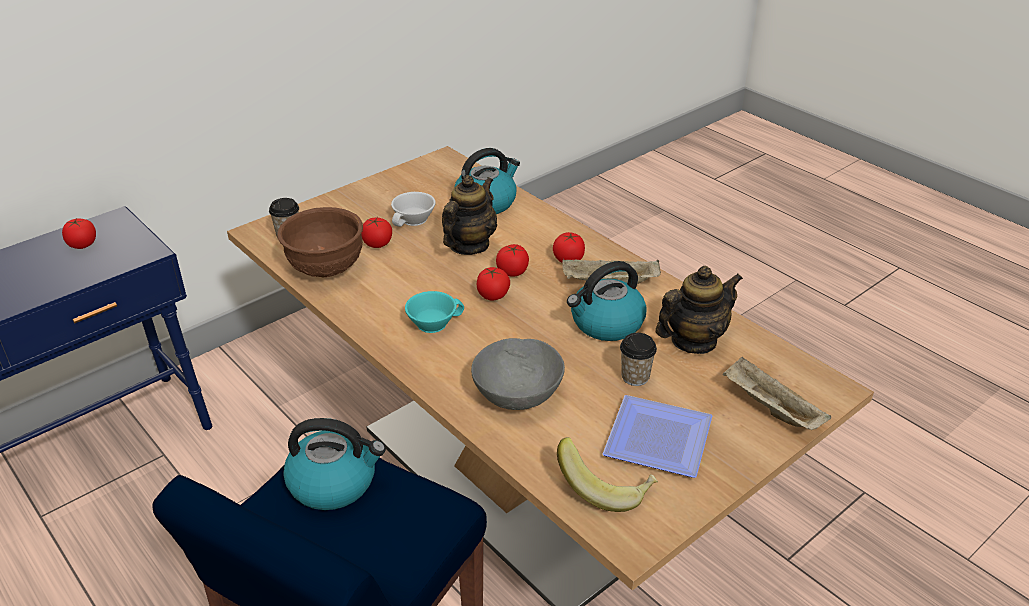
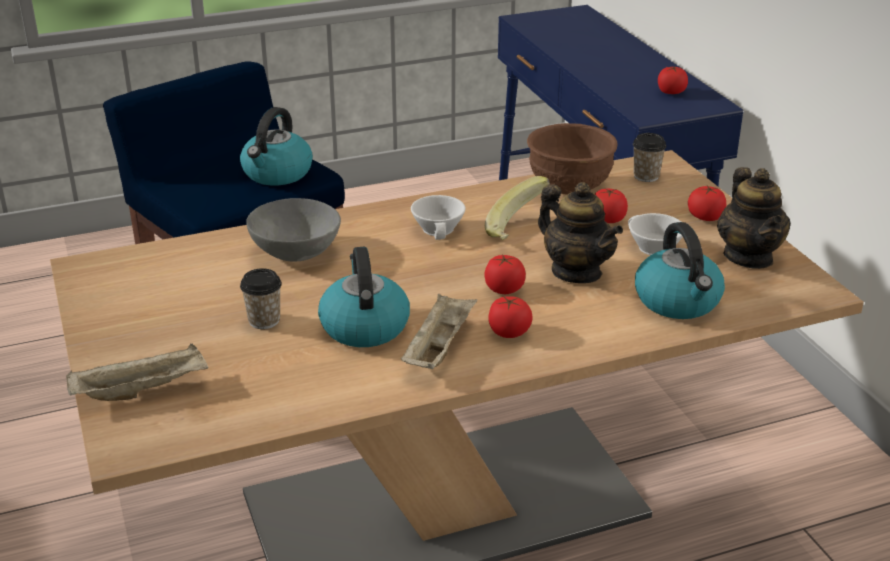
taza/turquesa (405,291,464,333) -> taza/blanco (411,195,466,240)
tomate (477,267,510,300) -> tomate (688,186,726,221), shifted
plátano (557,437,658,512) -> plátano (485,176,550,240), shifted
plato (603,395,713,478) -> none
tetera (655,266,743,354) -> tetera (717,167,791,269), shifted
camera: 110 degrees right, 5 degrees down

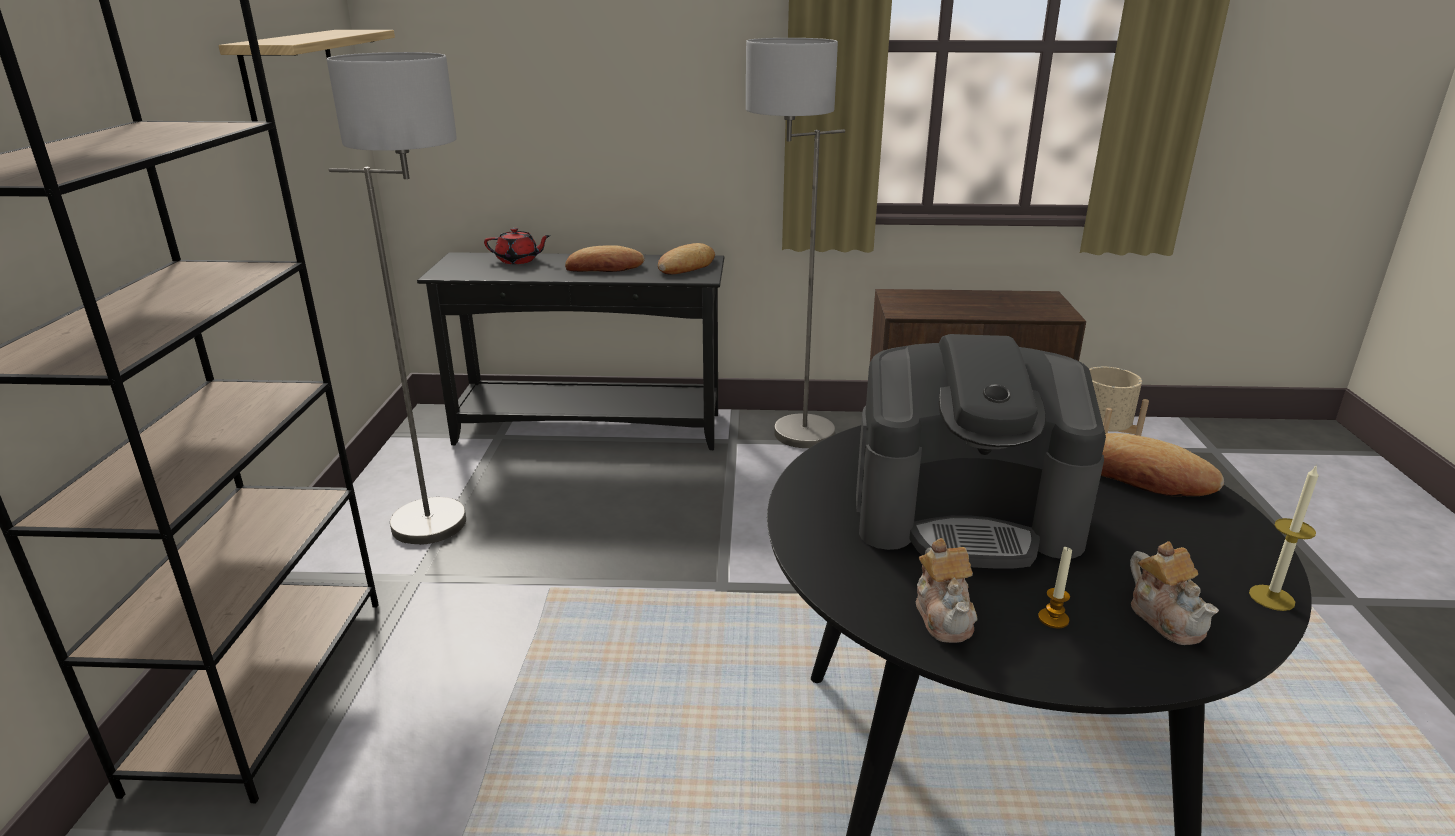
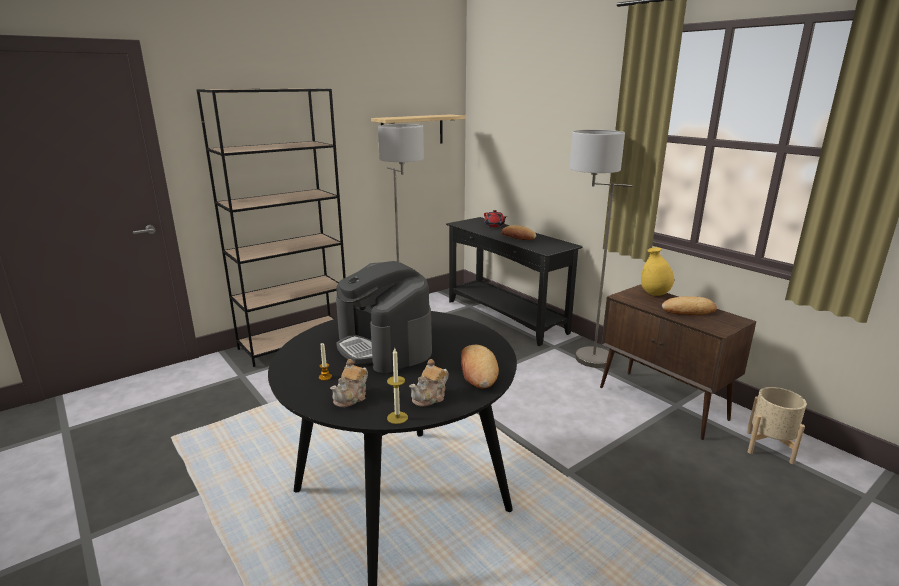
pan (658,243,715,274) -> pan (662,296,717,315), shifted
tetera (916,538,977,643) -> tetera (409,359,449,407), shifted
none -> florero/amarillo (641,247,674,296)
camera: 50 degrees right, 5 degrees down

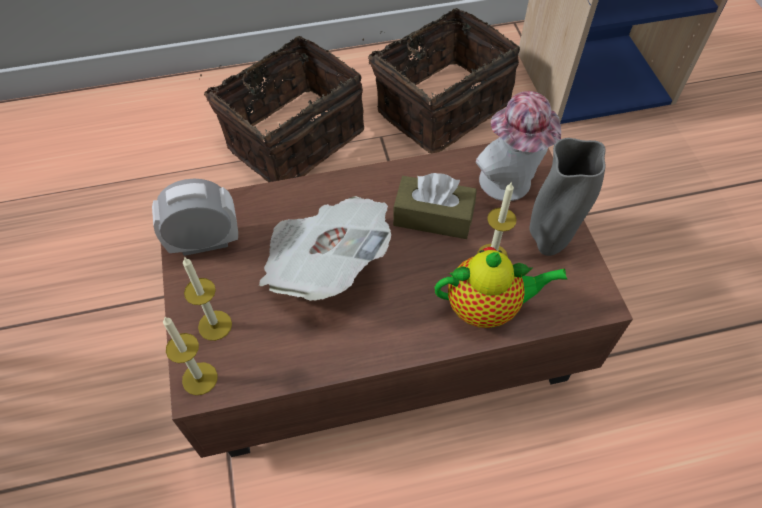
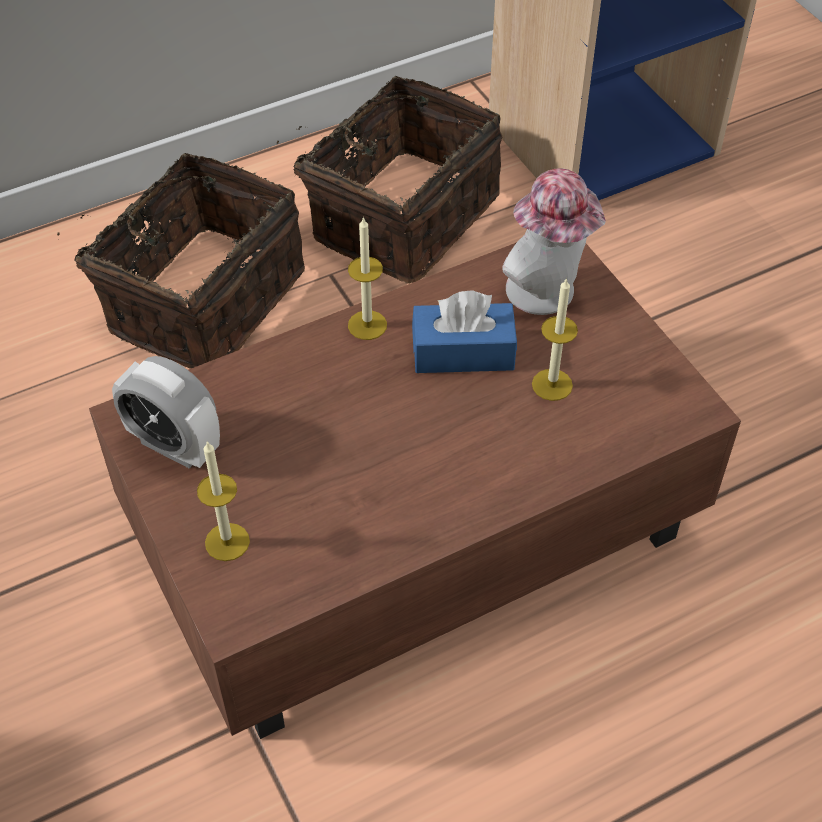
despertador (152,179,238,256) -> despertador (112,356,220,468), 120 degrees counterclockwise
vela (163,316,218,395) -> vela (348,217,387,340), shifted
periódico (259,196,391,301) -> none
caja de pañuelos/marrón (393,173,477,239) -> caja de pañuelos/azul (412,291,517,373)
tetera (434,247,568,328) -> none
florero/gris (530,138,606,256) -> none
camera: 15 degrees left, 5 degrees down

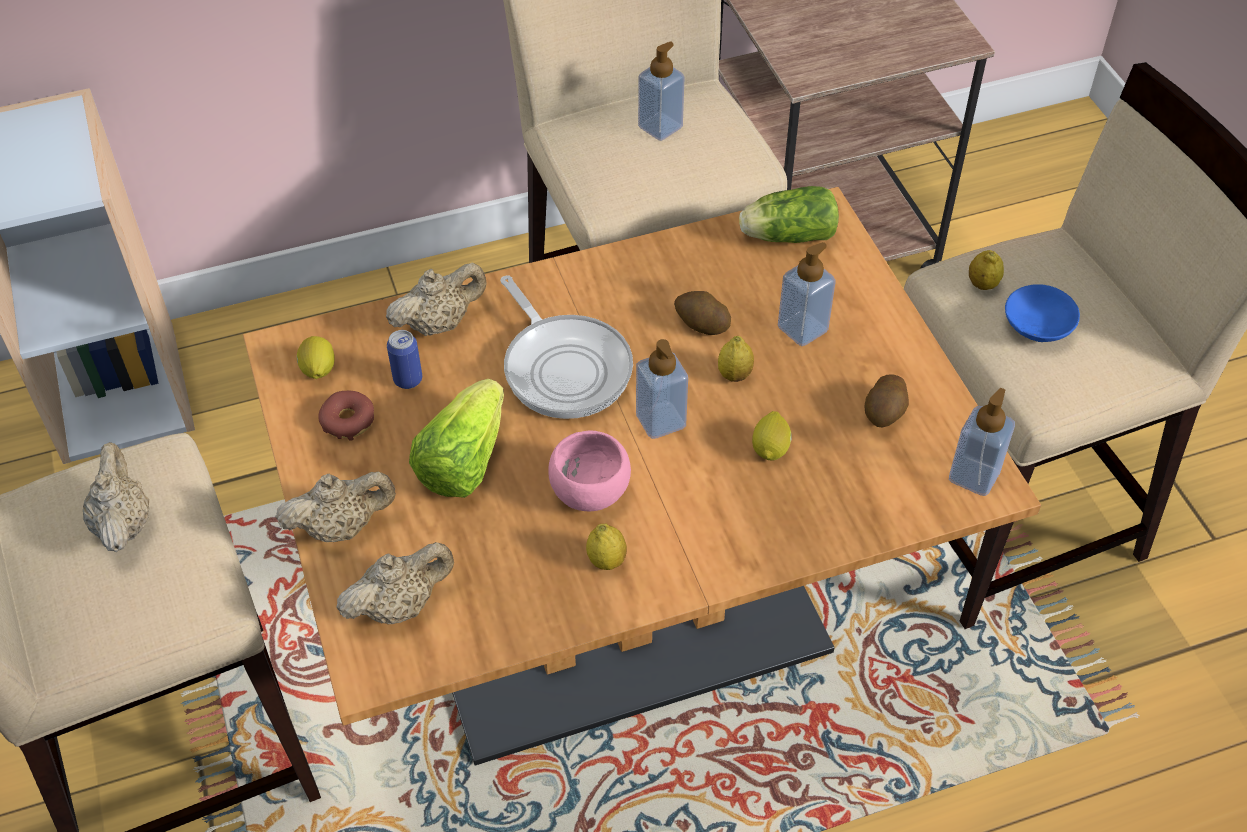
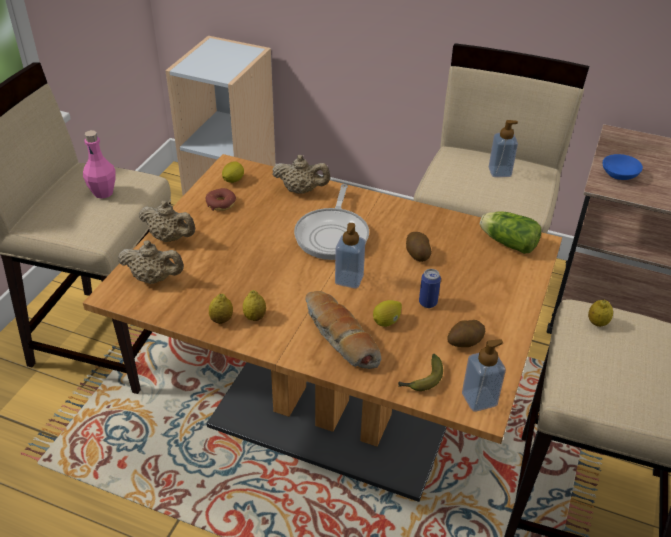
tetera/beis (83,442,149,552) -> botella/rosa (83,130,115,199)
lata (387,330,422,389) -> lata (419,269,441,308), shifted
lechuga (409,379,504,498) -> none
cuenco/rosa (548,430,631,511) -> none
limón (718,336,754,382) -> limón (209,293,233,324), shifted
dispensador de jabón (778,242,836,346) -> none
cuenco/azul (1005,284,1080,342) -> cuenco/azul (603,154,643,180), shifted
none -> pan (305,291,381,369)
none -> plátano (398,354,443,391)
camera: 40 degrees right, 10 degrees down

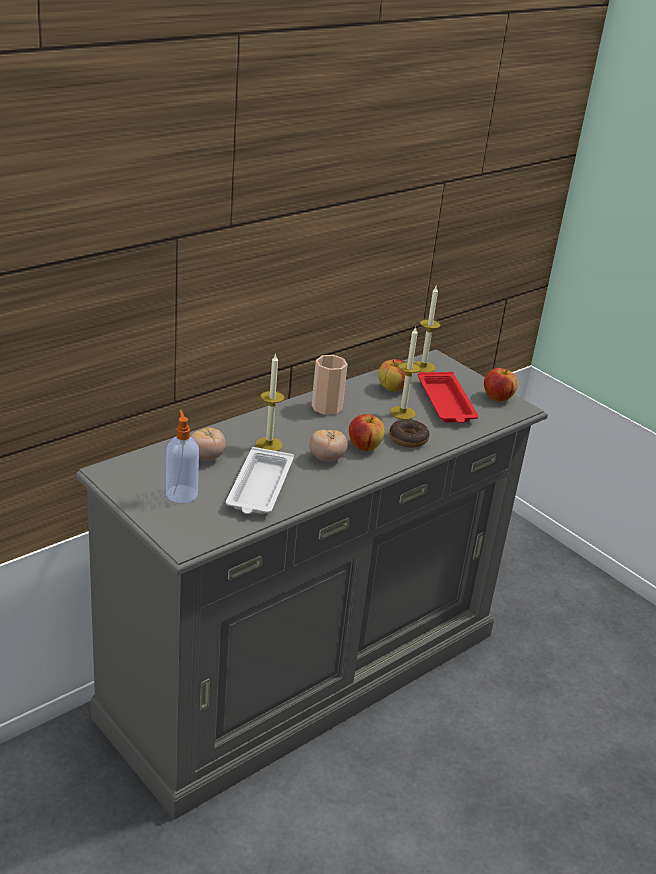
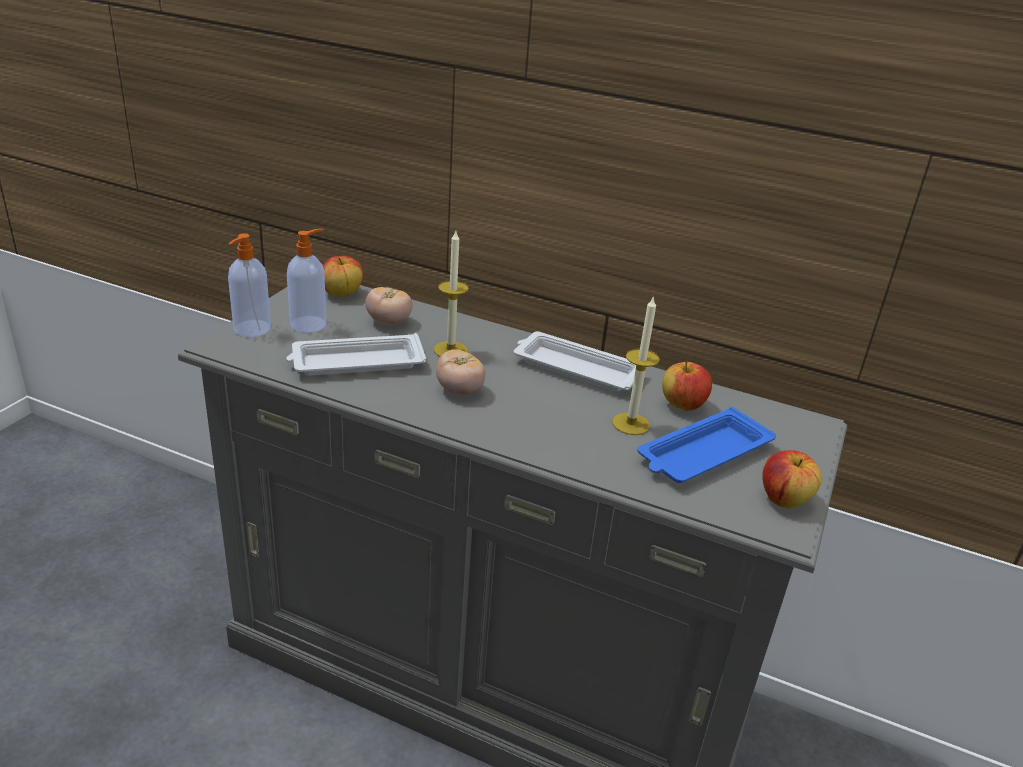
taza (312,355,348,415) -> bandeja/blanco (514,332,636,392)
manzana (349,414,385,451) -> manzana (323,256,363,297), shifted
rosquilla (389,419,430,448) -> none
vela (414,286,441,372) -> none
bandeja/rojo (418,372,478,423) -> bandeja/azul (637,407,776,483)
none -> dispensador de jabón (228,233,271,337)
camera: 65 degrees right, 0 degrees up

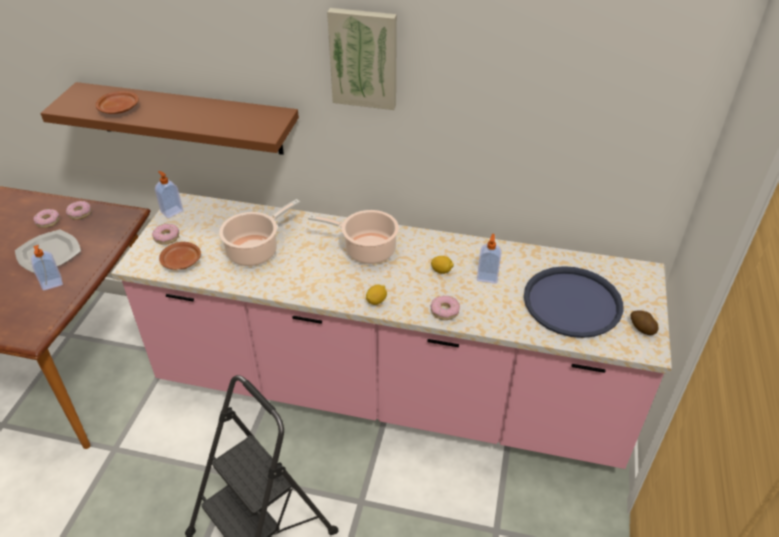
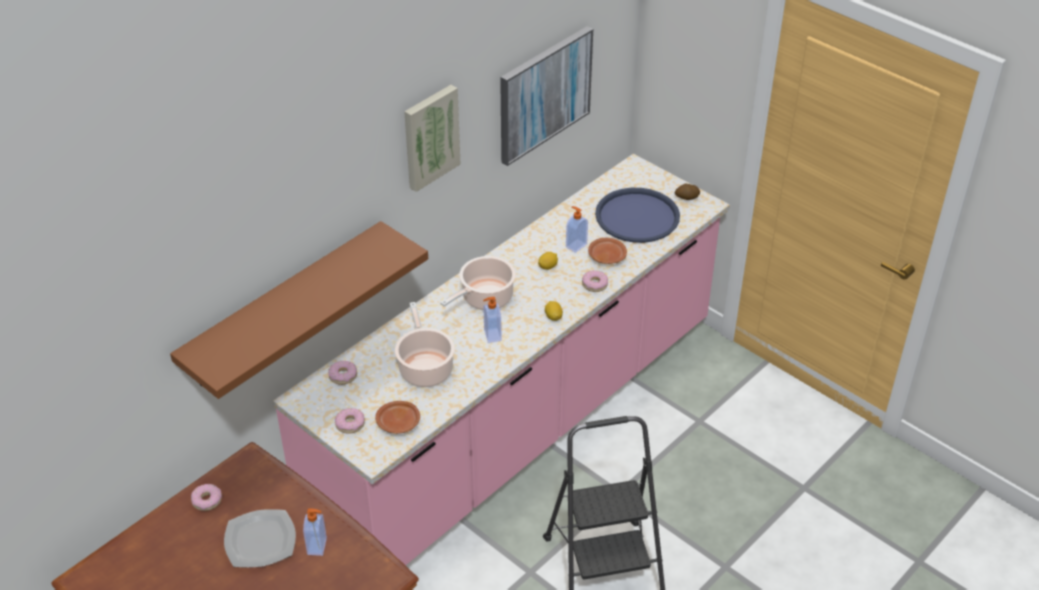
rosquilla (33,209,60,228) -> rosquilla (328,361,357,385), shifted
plato/marrón (95,91,139,114) -> plato/marrón (588,238,627,264), shifted
dispensador de jabón (155,171,183,218) -> dispensador de jabón (483,297,502,343), shifted
none -> cuadro (500,26,593,166)
camera: 60 degrees left, 0 degrees up

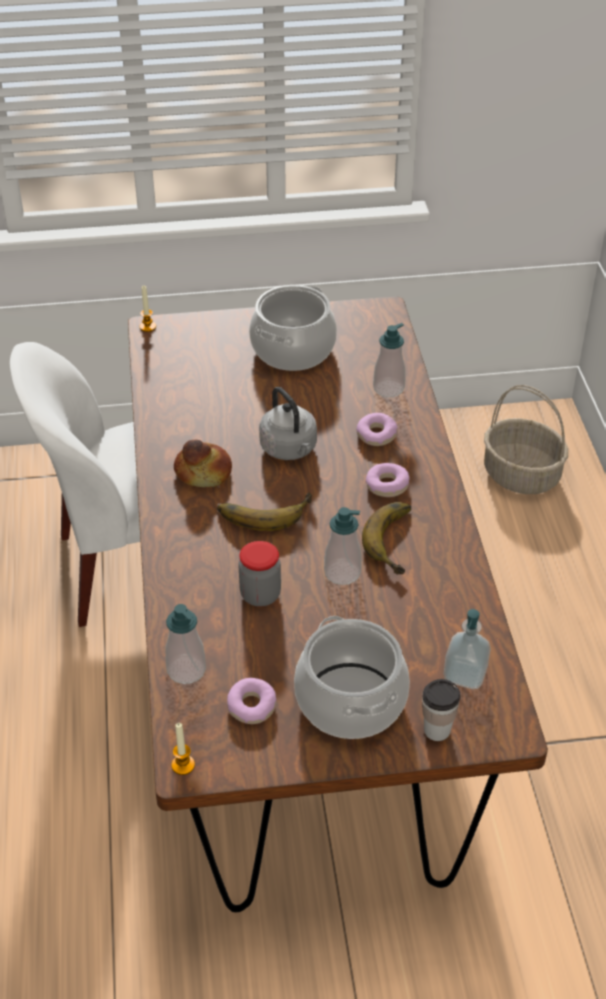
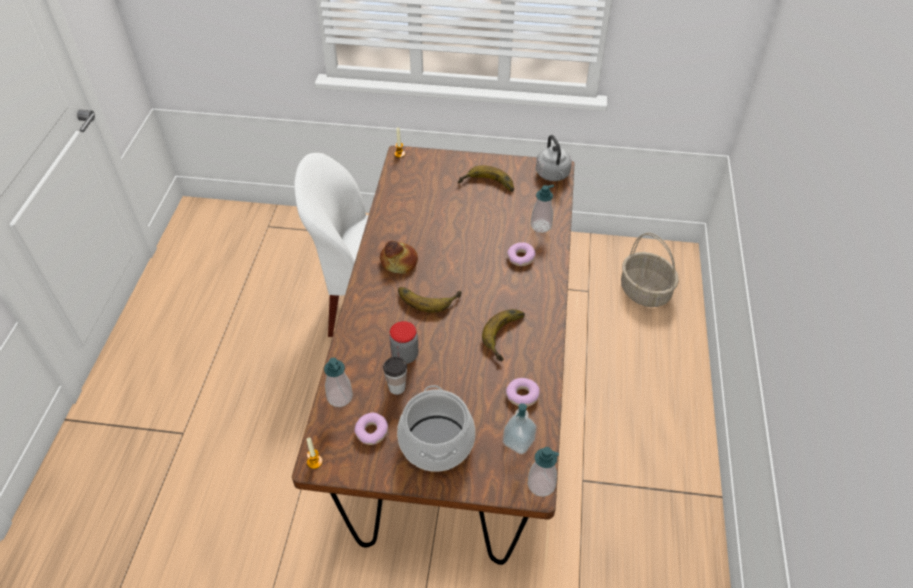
olla (249,285,337,371) -> plátano (458,165,514,192)
hervidor/gris (259,387,317,460) -> hervidor/gris (536,135,572,181), shifted
dispensador de jabón (324,507,362,585) -> dispensador de jabón (527,447,559,497), shifted
rosquilla (365,463,410,497) -> rosquilla (506,378,540,407), shifted
taza (422,679,461,741) -> taza (383,357,407,395), shifted
camera: 15 degrees right, 5 degrees up

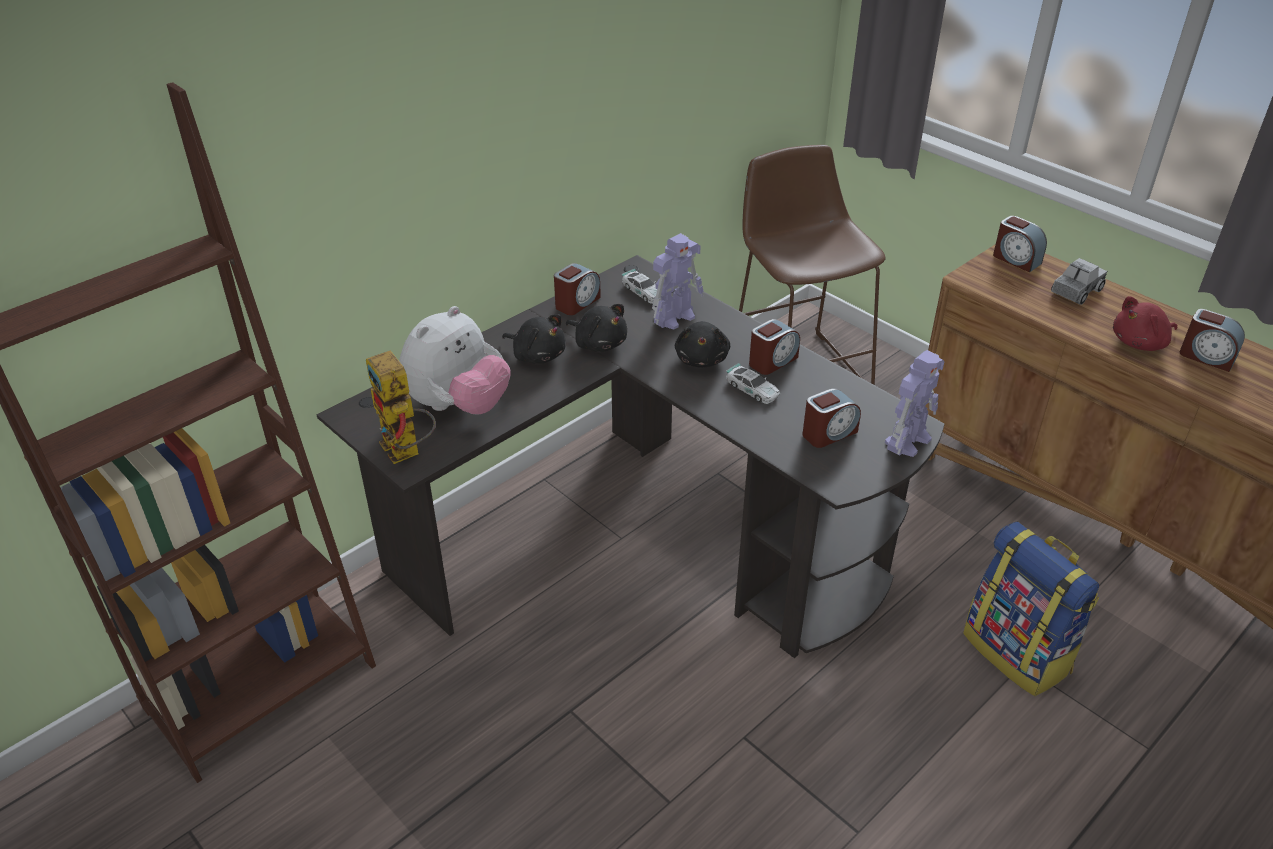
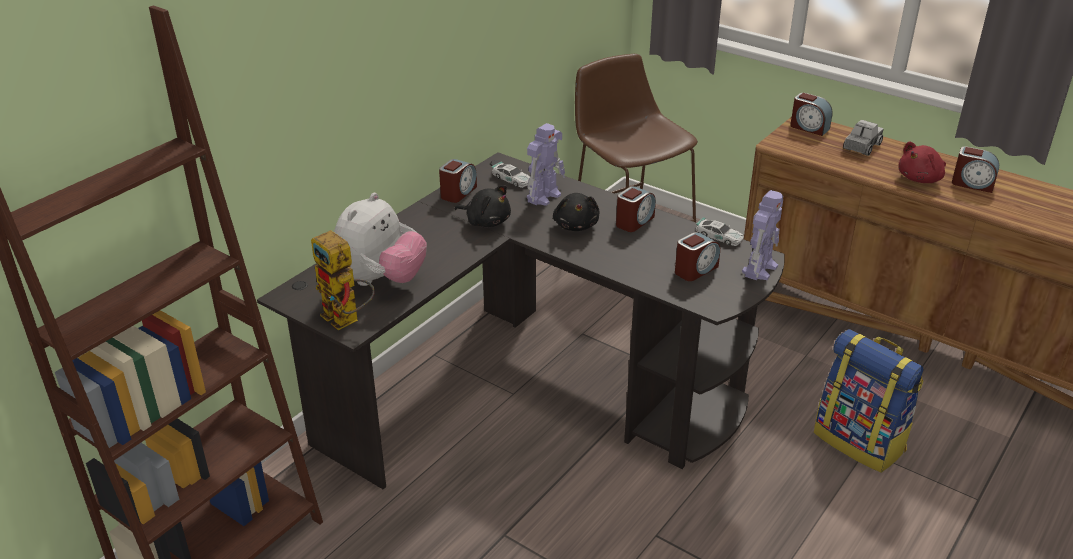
peluche/negro (502,314,566,364) -> none
coche de juguete (726,363,780,404) -> coche de juguete (696,217,744,246), shifted
camera: 10 degrees left, 5 degrees down

